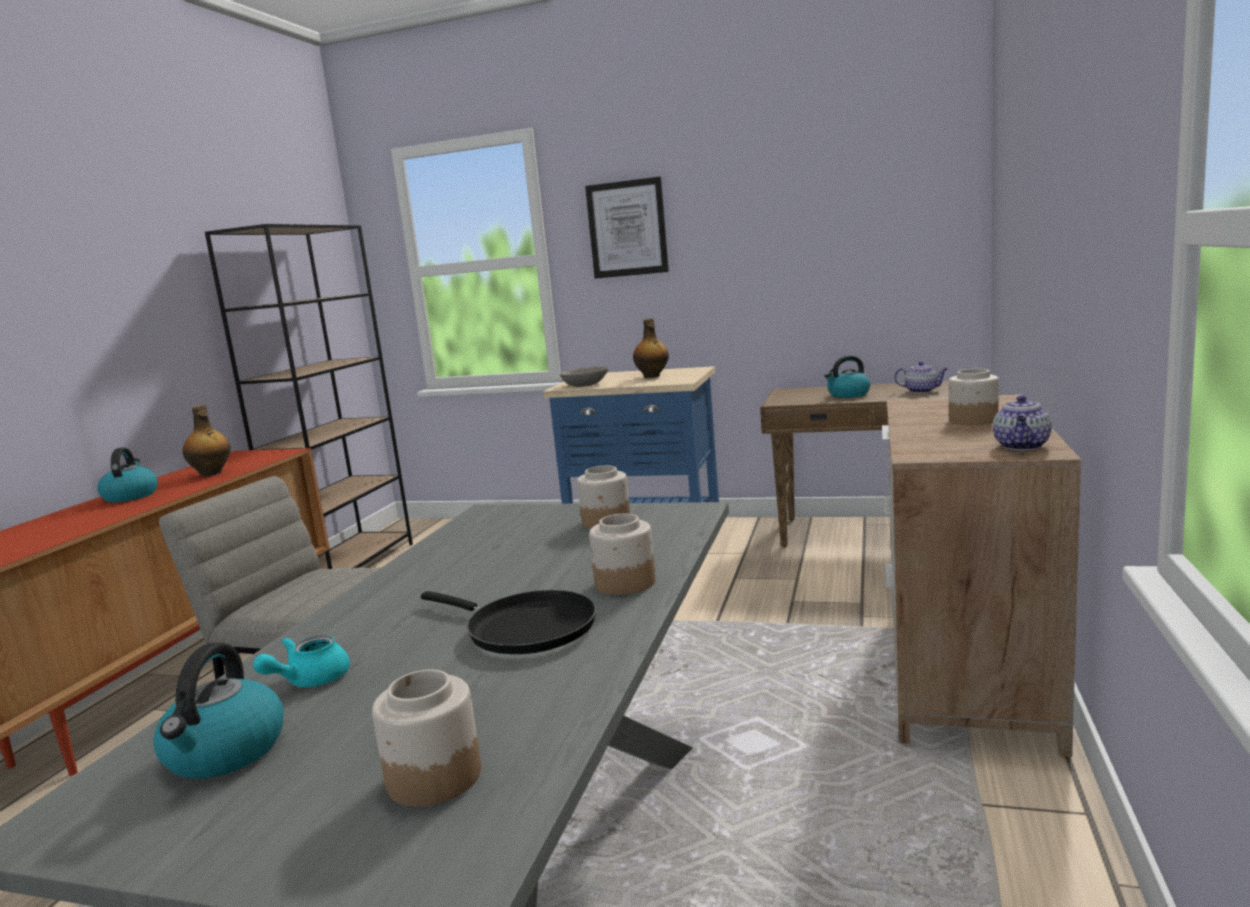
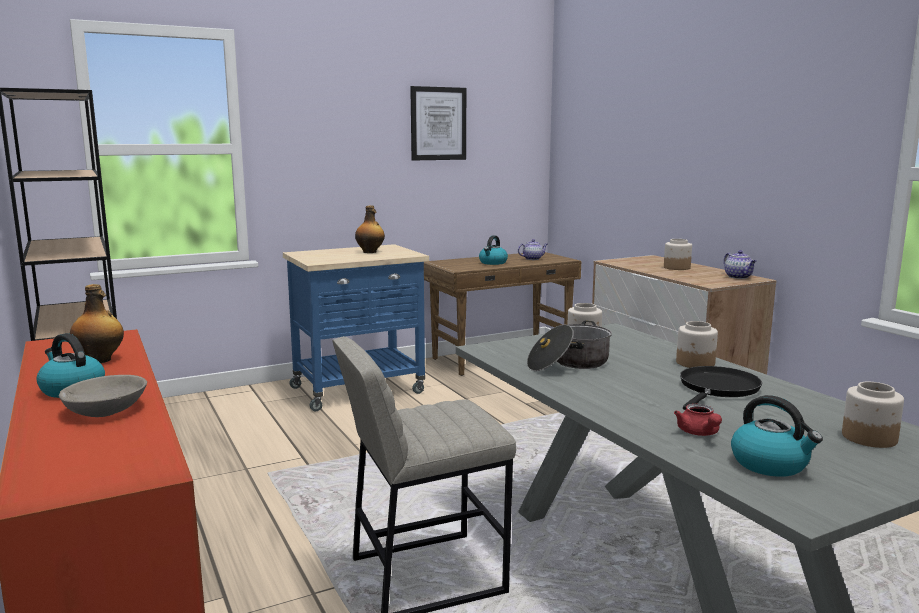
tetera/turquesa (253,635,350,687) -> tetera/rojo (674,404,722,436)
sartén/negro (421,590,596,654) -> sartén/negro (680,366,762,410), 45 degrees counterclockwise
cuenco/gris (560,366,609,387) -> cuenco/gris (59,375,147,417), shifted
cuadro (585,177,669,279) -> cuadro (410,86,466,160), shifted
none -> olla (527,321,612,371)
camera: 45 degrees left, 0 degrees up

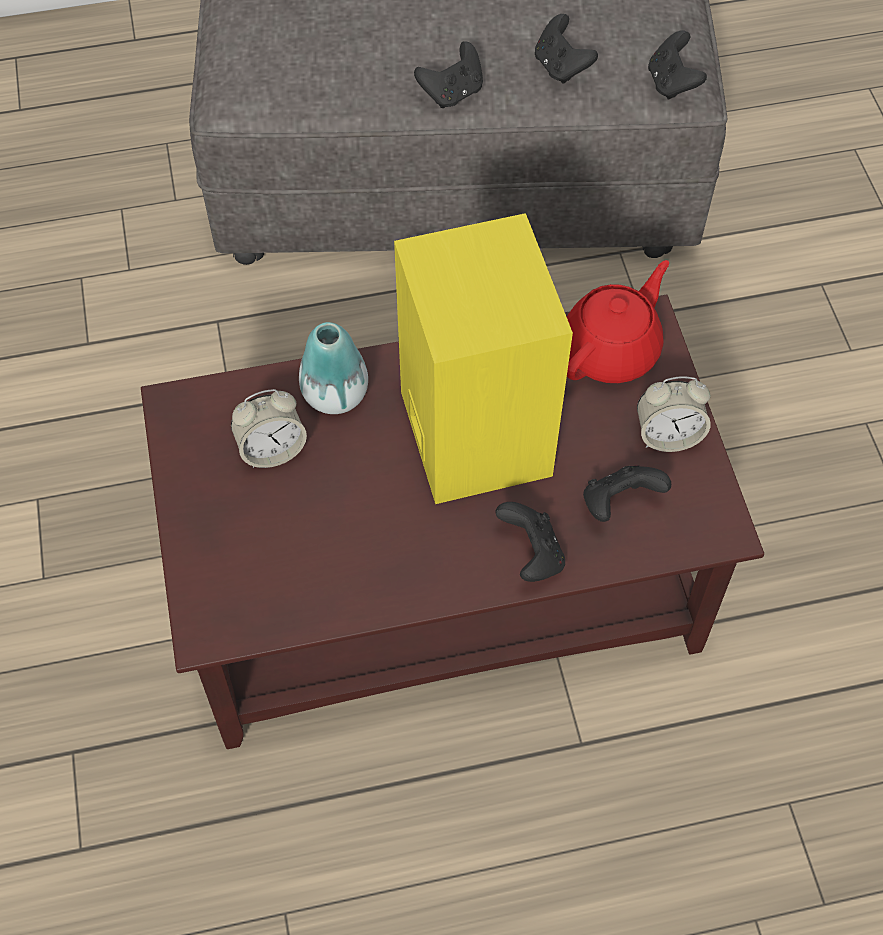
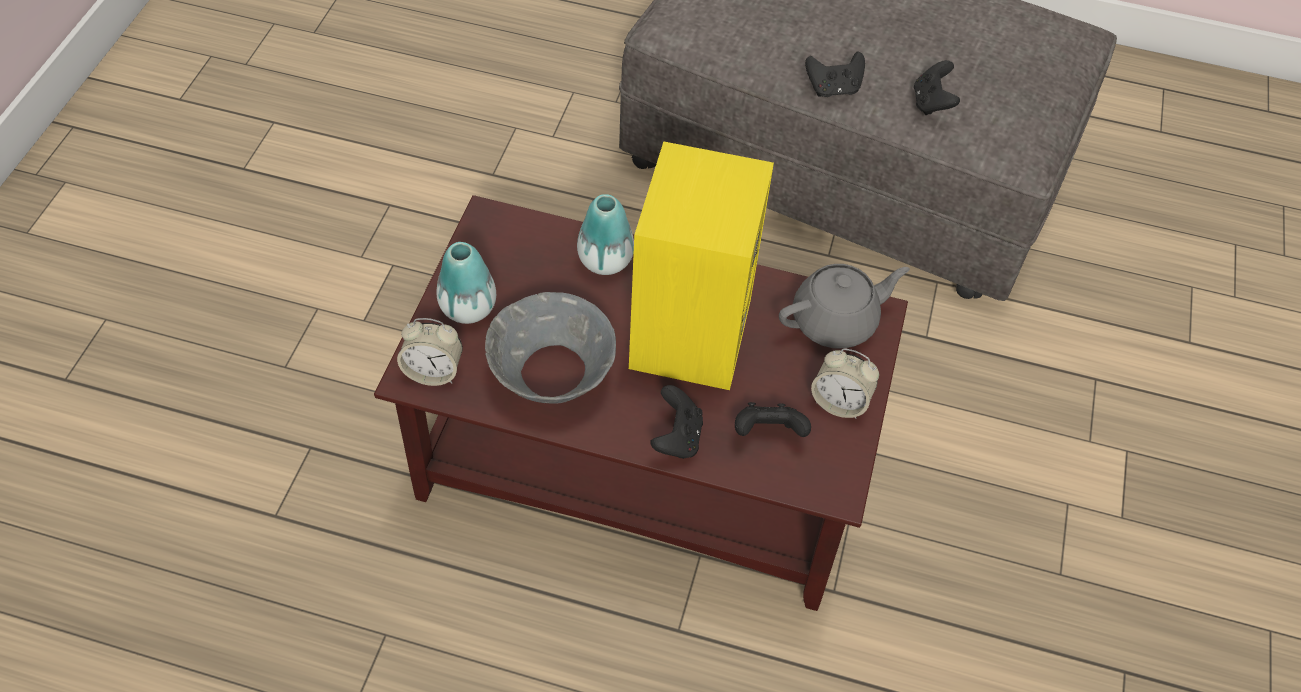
despertador (231,389,307,468) -> despertador (397,318,463,386), shifted
tetera/rojo (567,260,669,383) -> tetera/gris (779,264,910,349)
mando de consola/negro (648,30,707,100) -> none
none -> florero (437,242,496,324)
none -> cuenco/gris (485,292,616,404)
camera: 25 degrees right, 5 degrees down

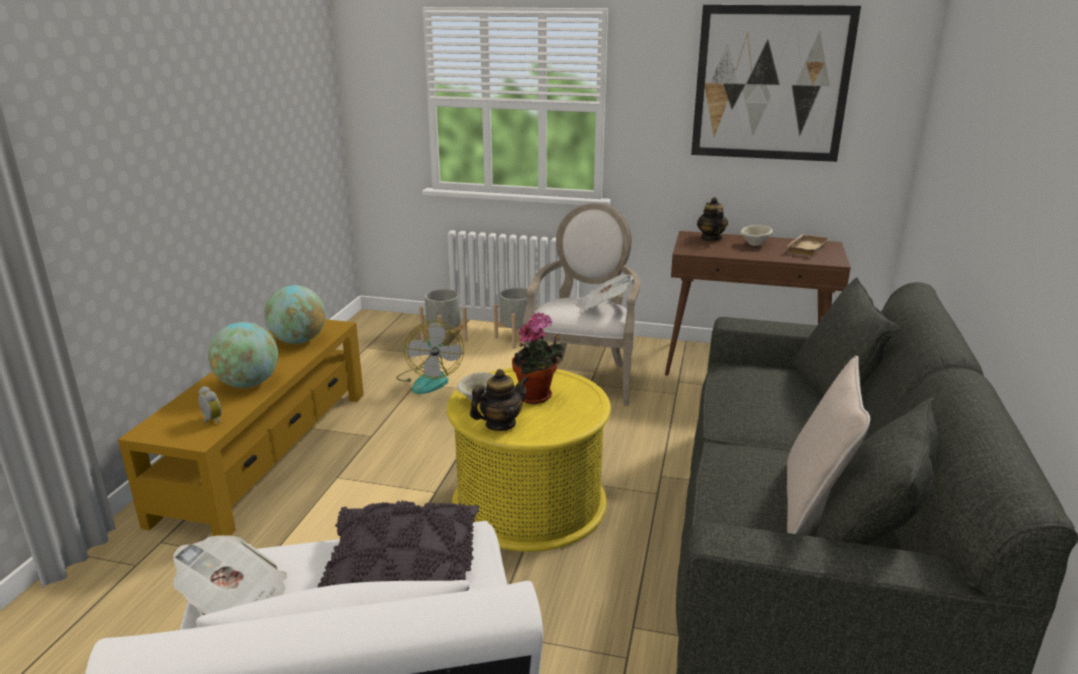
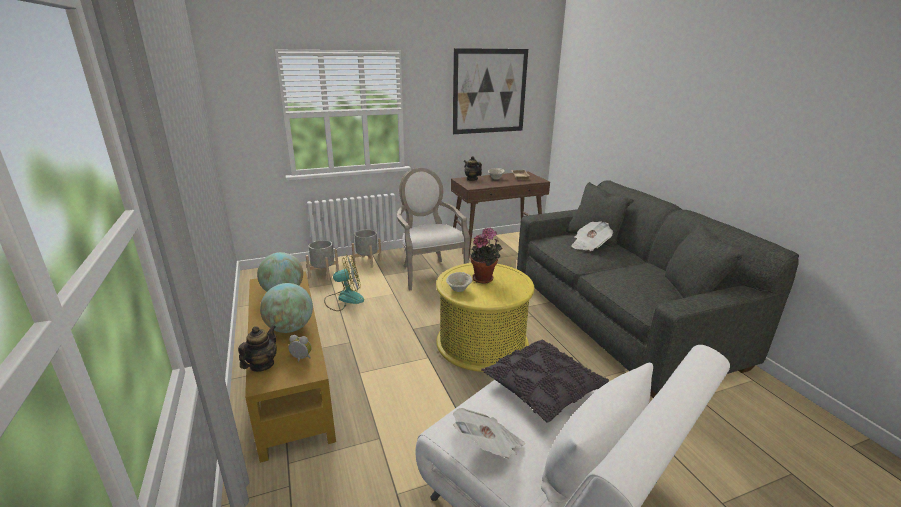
ventilador (396,321,464,394) -> ventilador (324,254,364,311), 60 degrees counterclockwise
tetera (470,369,529,431) -> tetera (238,325,277,372), shifted
periódico (574,274,633,311) -> periódico (571,221,613,251), shifted
cojín/beis (787,356,870,534) -> none
camera: 35 degrees left, 0 degrees up

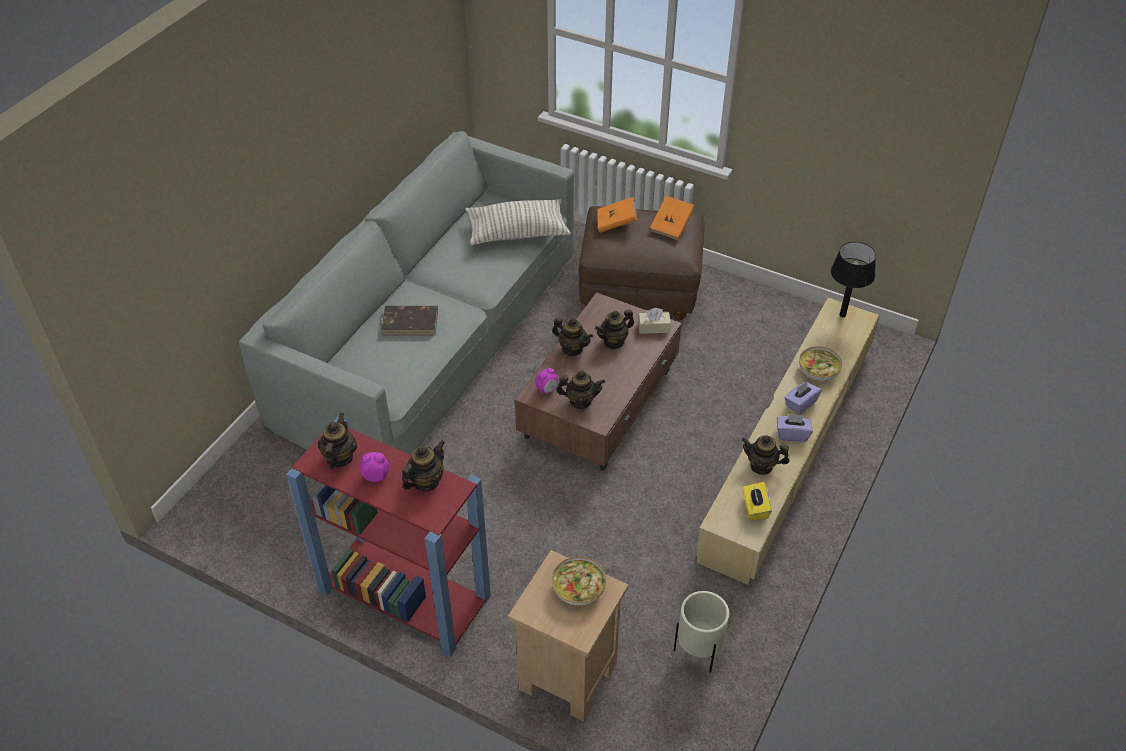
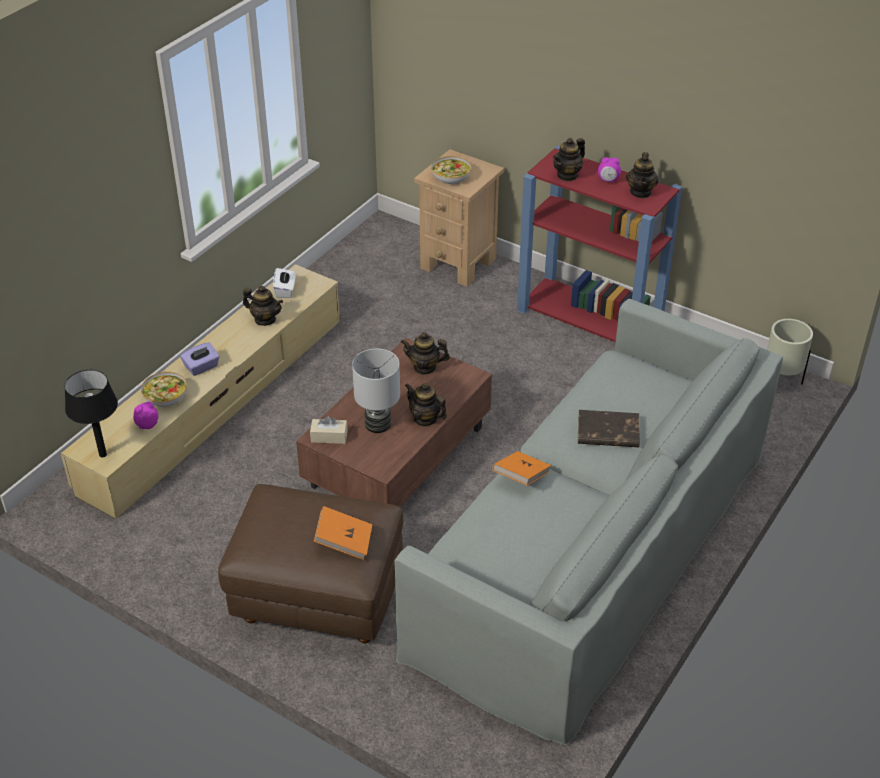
cojín (465,199,571,245) -> none
despertador (535,368,558,393) -> despertador (133,402,159,429), shifted
tetera (595,309,634,349) -> lámpara de mesa/gris (352,349,400,433)
libro/naranja (650,196,695,240) -> libro/naranja (492,451,551,486), shifted
maceta/beis (674,591,729,673) -> maceta/beis (767,319,813,385), shifted
caja de pañuelos/amarillo (743,482,772,520) -> caja de pañuelos/blanco (273,268,296,298)
caja de pañuelos/morado (777,414,813,442) -> none
camera: 175 degrees left, 5 degrees down

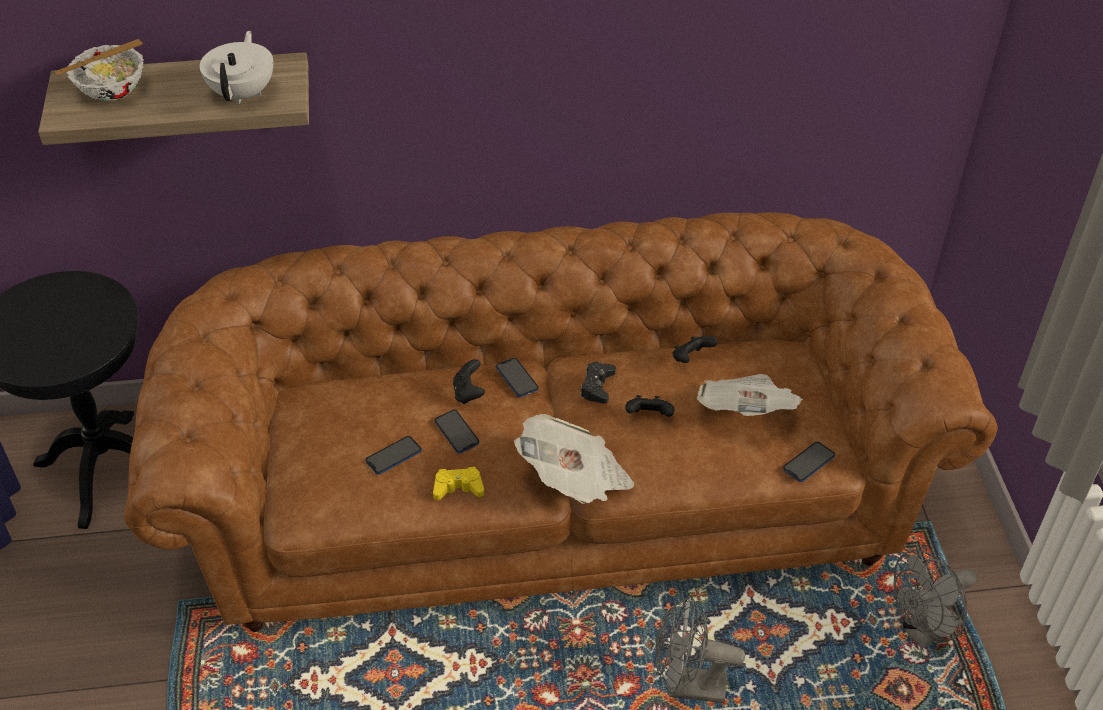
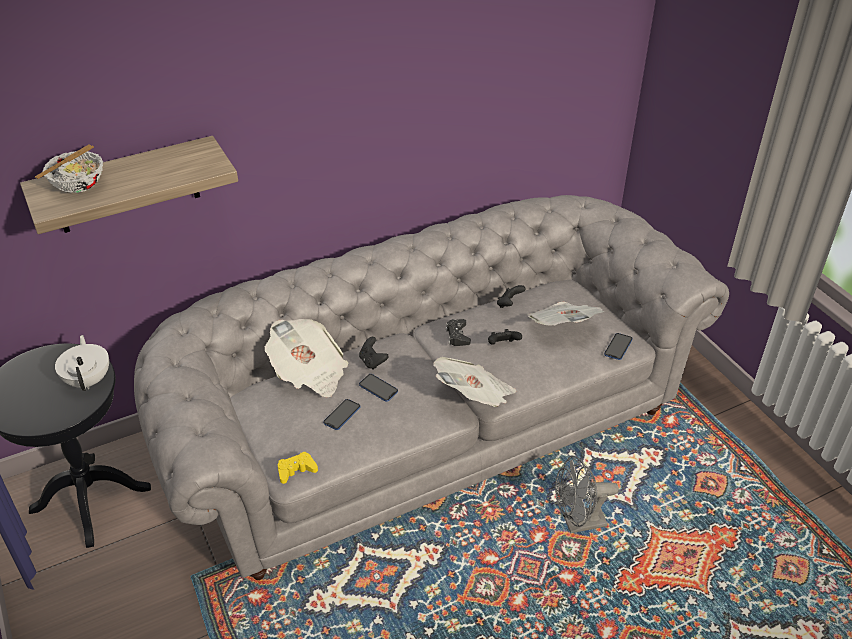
sofá/marrón (124,212,997,632) -> sofá/gris (134,195,729,580)
tetera/blanco (200,31,273,104) -> tetera/blanco (55,335,109,391), shifted
mando de consola/amarillo (433,467,484,500) -> mando de consola/amarillo (278,452,318,484), shifted
móvil (496,358,539,397) -> none
ventilador/gris (894,549,977,649) -> none
none -> periódico (265,319,349,398)
camera: 20 degrees left, 5 degrees down

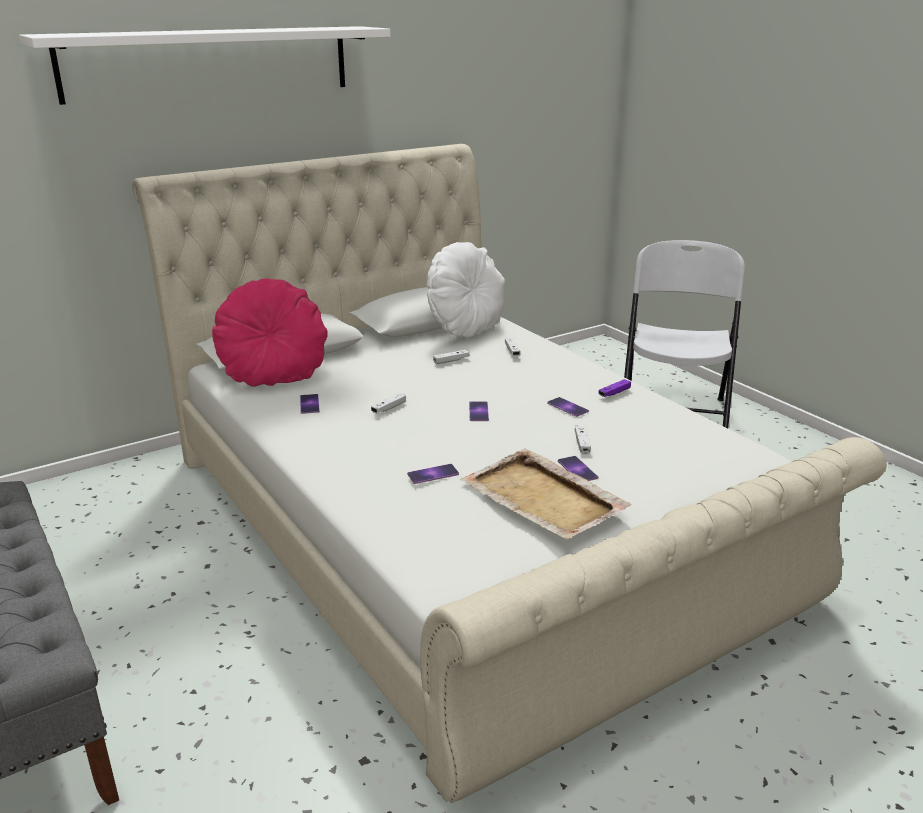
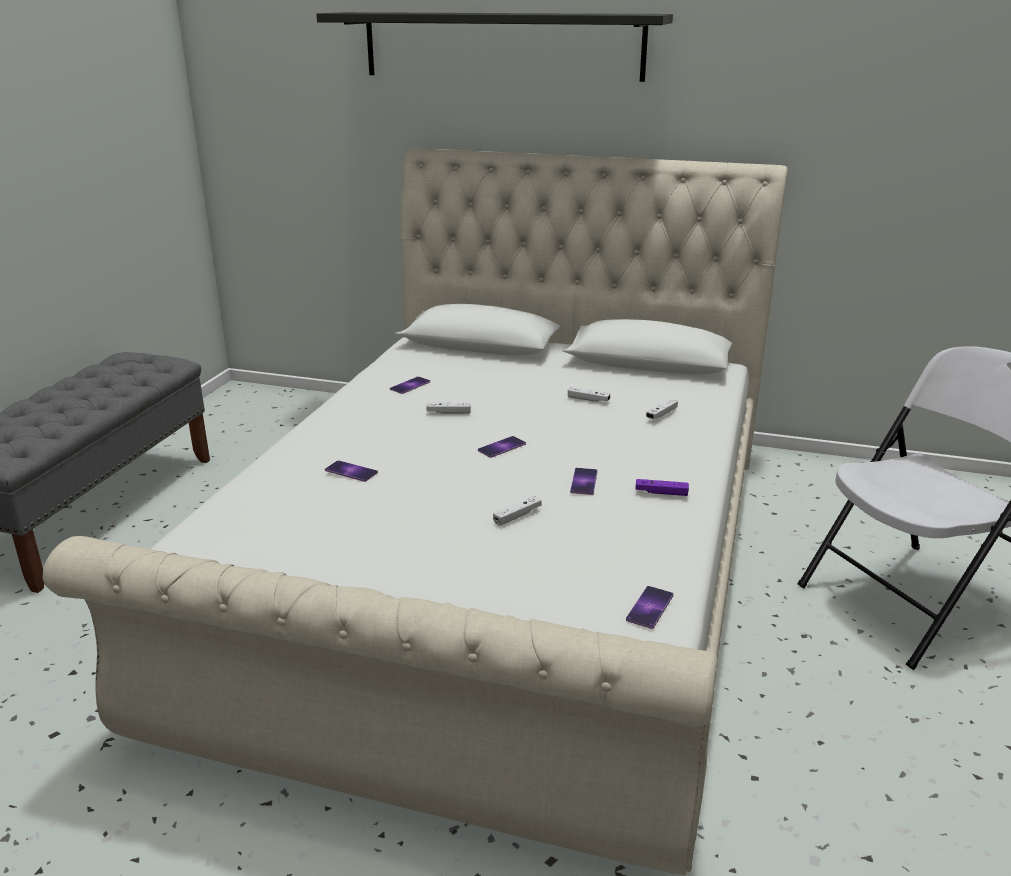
estante/blanco (19,26,390,105) -> estante/negro (316,12,673,82)
cojín/rosa (212,278,328,387) -> none
cojín/blanco (427,242,505,338) -> none
bandeja/beis (460,449,632,540) -> none
móvil (558,456,598,481) -> móvil (626,586,674,629), shifted
camera: 50 degrees right, 0 degrees up

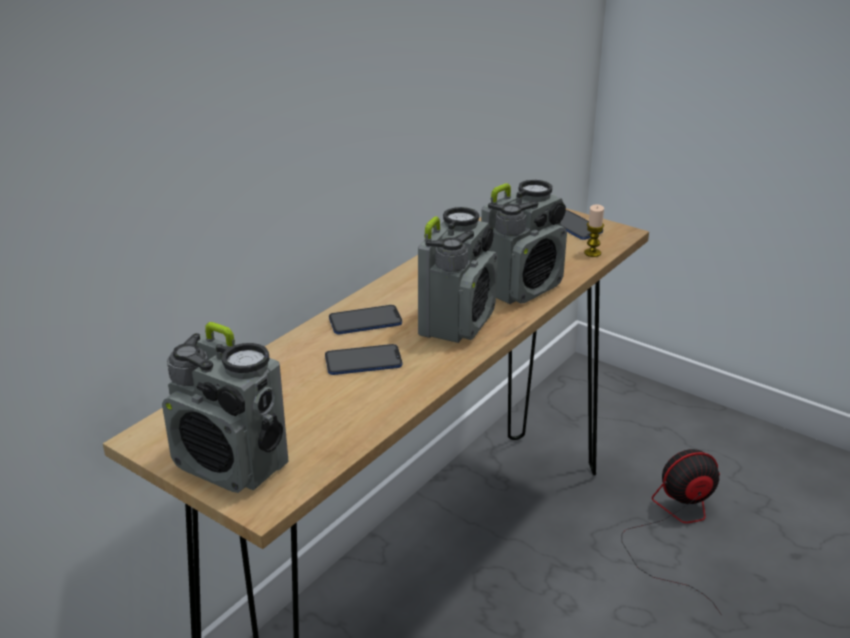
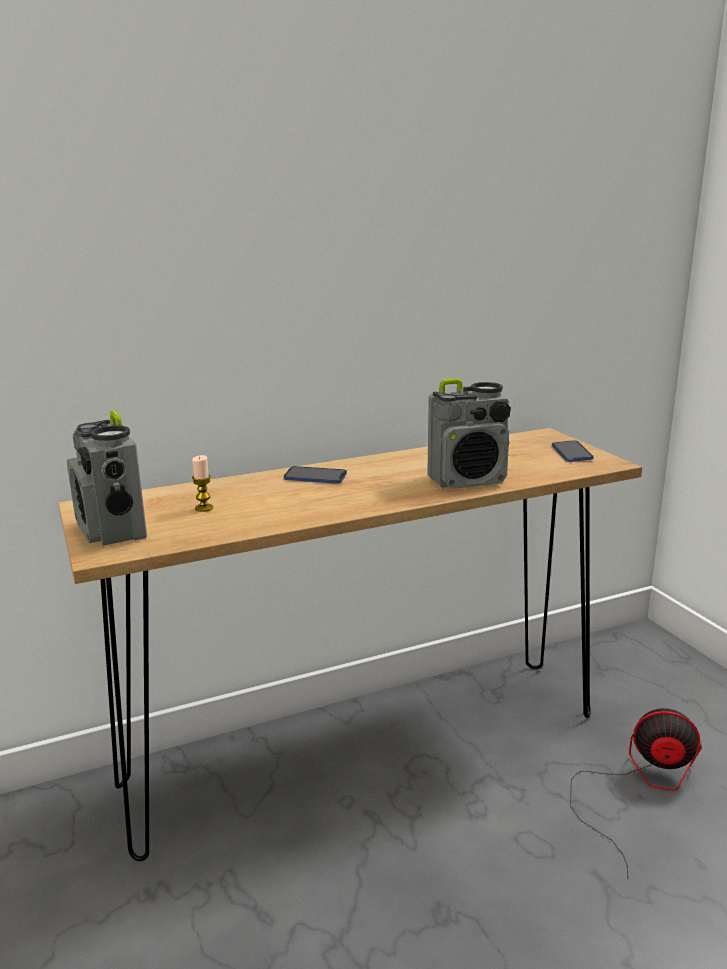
móvil (325,344,402,375) -> none
radio (418,207,498,343) -> none
vela (584,204,604,257) -> vela (192,455,213,512), shifted
camera: 30 degrees right, 10 degrees down

